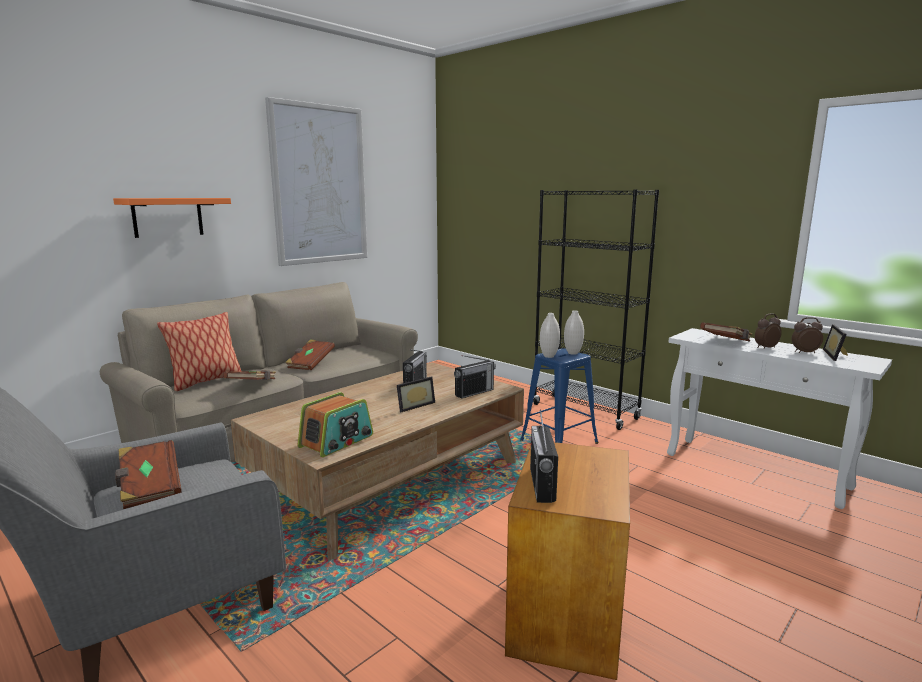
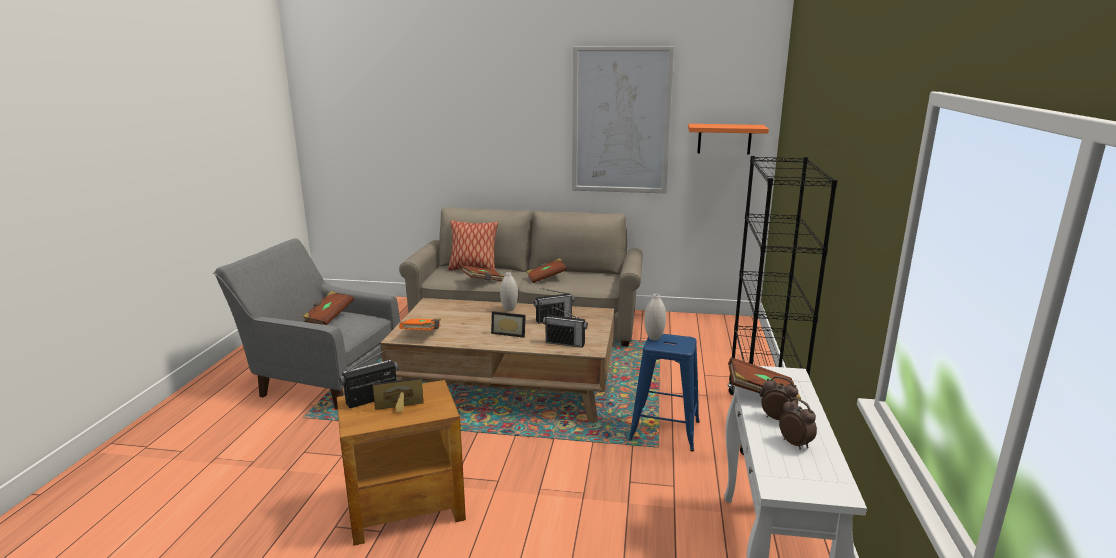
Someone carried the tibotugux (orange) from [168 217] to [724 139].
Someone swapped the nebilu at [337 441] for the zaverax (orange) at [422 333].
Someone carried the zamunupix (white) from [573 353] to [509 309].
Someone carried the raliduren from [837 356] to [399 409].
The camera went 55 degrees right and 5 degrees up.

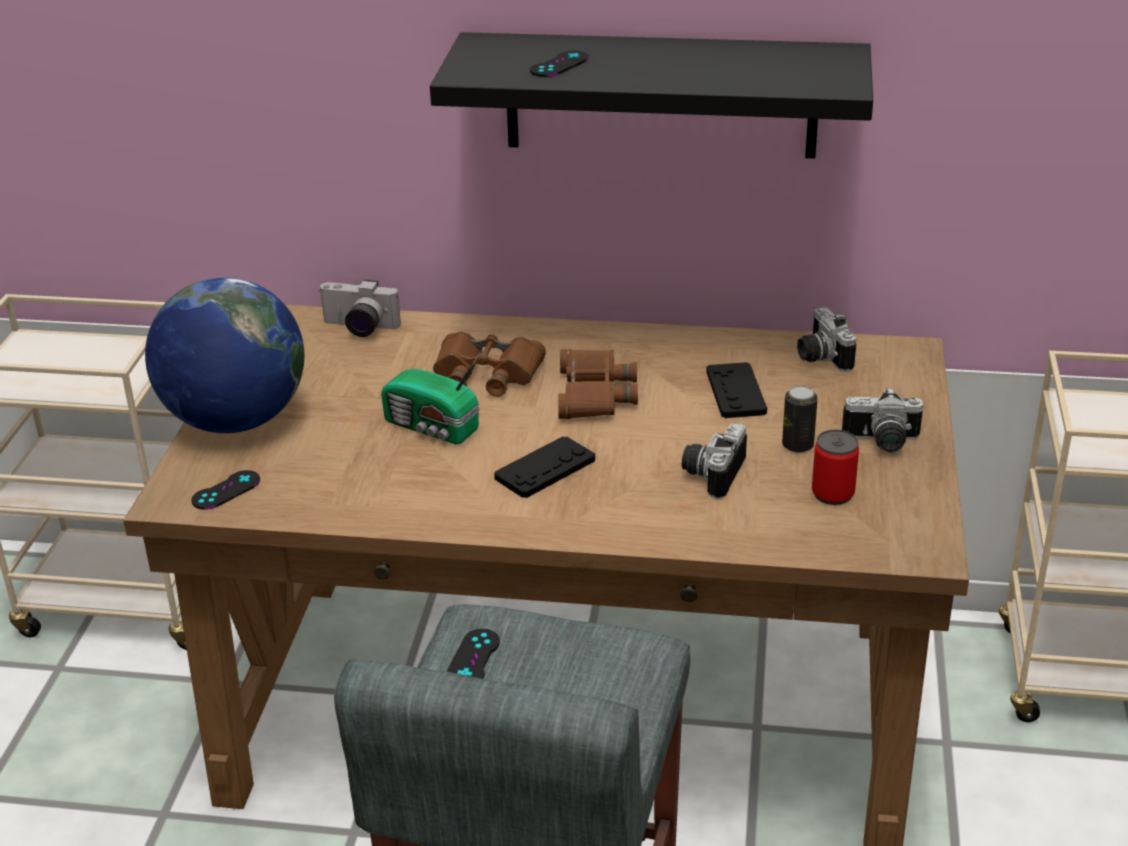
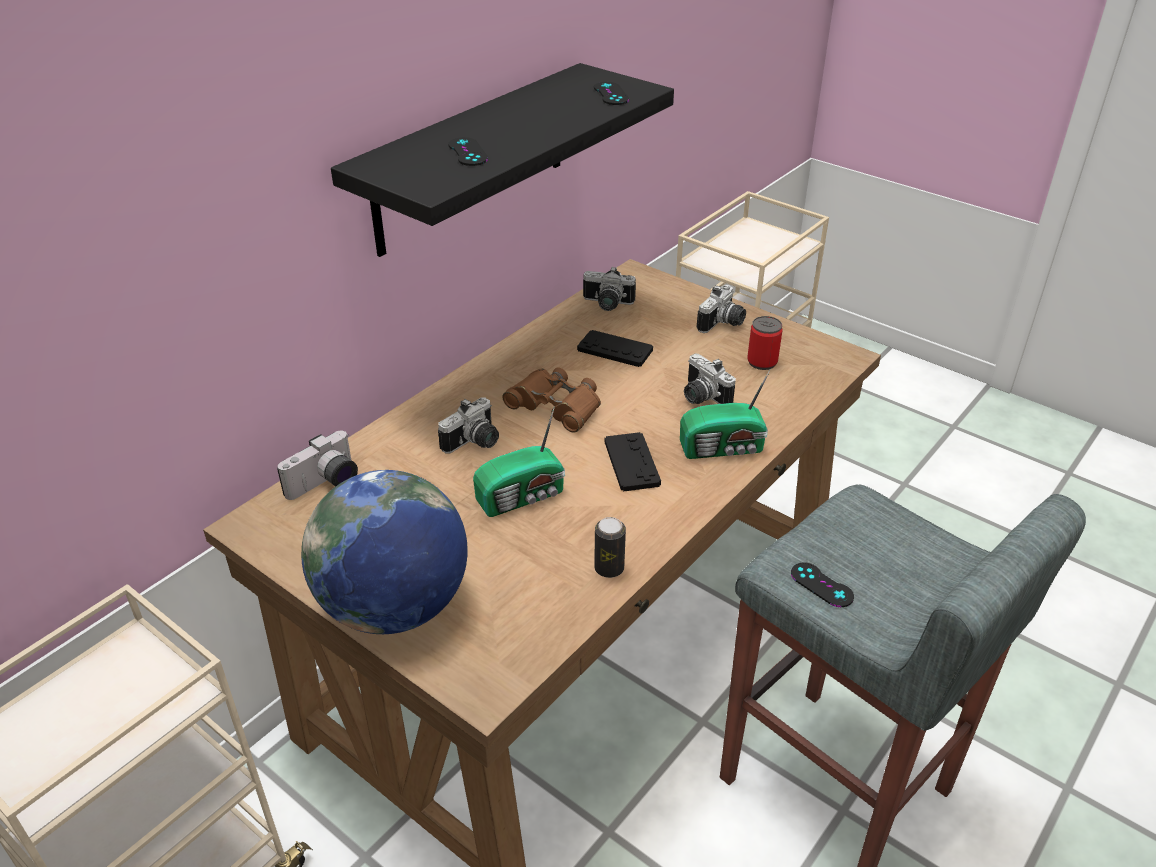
Someone carried the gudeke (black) from [226 490] to [611 94].
Someone swapped the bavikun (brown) at [487 373] for the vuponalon at [475 443].
Someone carried the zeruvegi from [797 445] to [609 568].
Someone put down the nebilu at [724 448].
The camera went 60 degrees left and 5 degrees up.

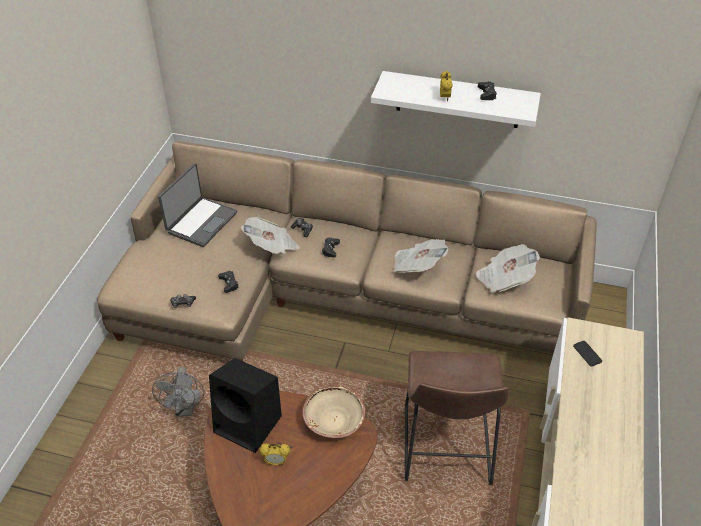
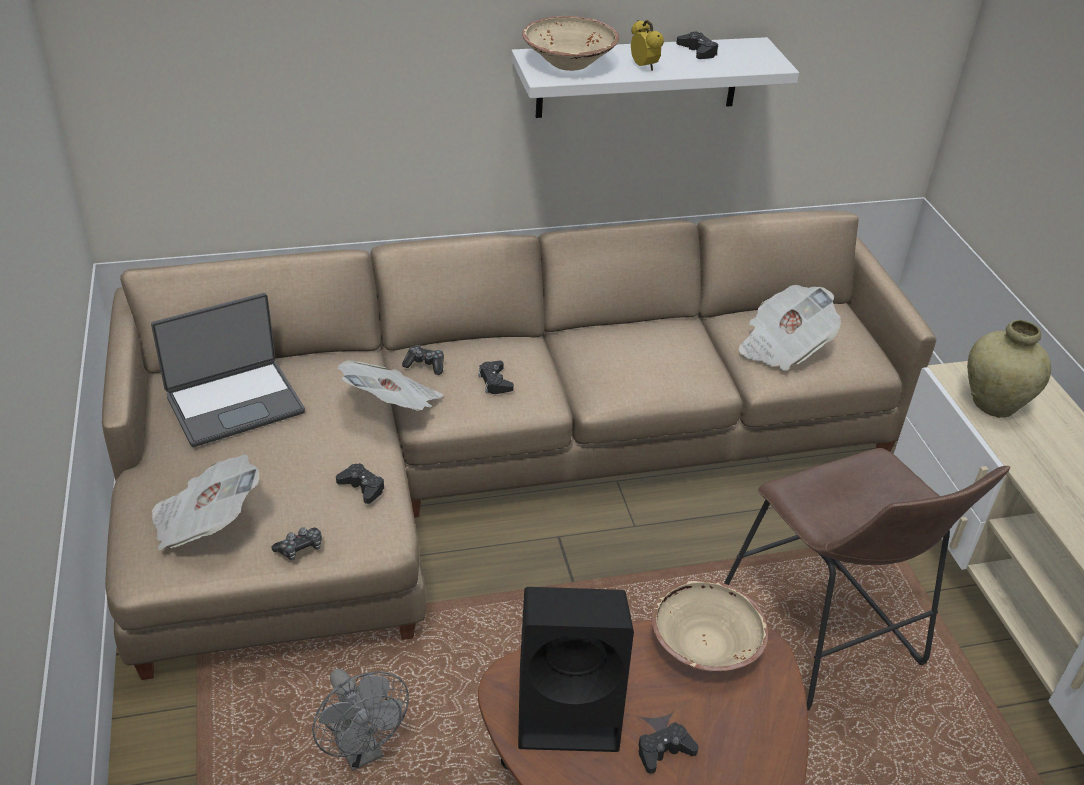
Someone rotated the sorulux at [201 222] by 60 degrees clockwise.
Someone swapped the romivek at [276 462] for the gudeke (black) at [664 751].
Someone carried the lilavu from [417 266] to [206 523].
Someone swapped the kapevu at [587 353] for the zamunupix (beige) at [993 405].
Someone put down the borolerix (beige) at [569 63].
The camera went 30 degrees left and 5 degrees down.

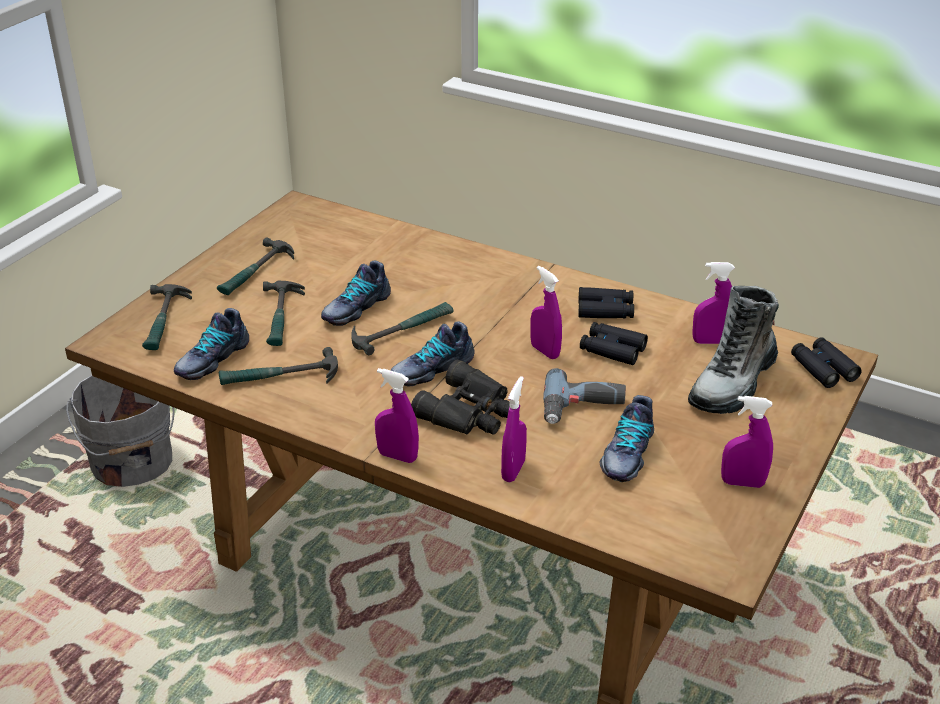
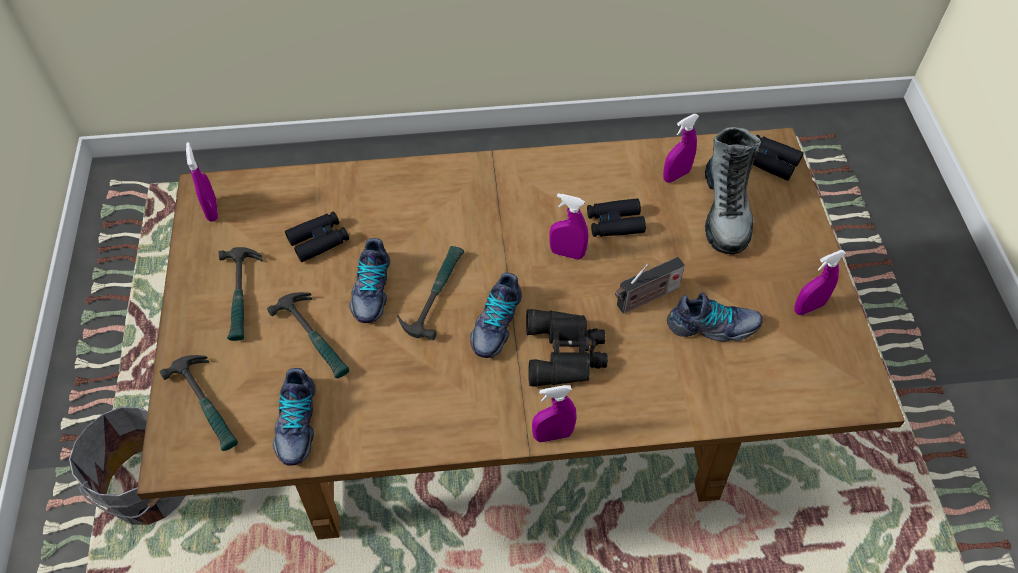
Someone took away the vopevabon at [280 377].
Someone carried the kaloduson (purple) from [513 471] to [212 210].
Someone swapped the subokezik at [583 408] for the nebilu at [645 298].
Someone carried the bavikun (black) from [605 310] to [319 240].
Someone rotated the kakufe at [626 454] by 75 degrees counterclockwise.
The camera went 35 degrees left and 20 degrees up.

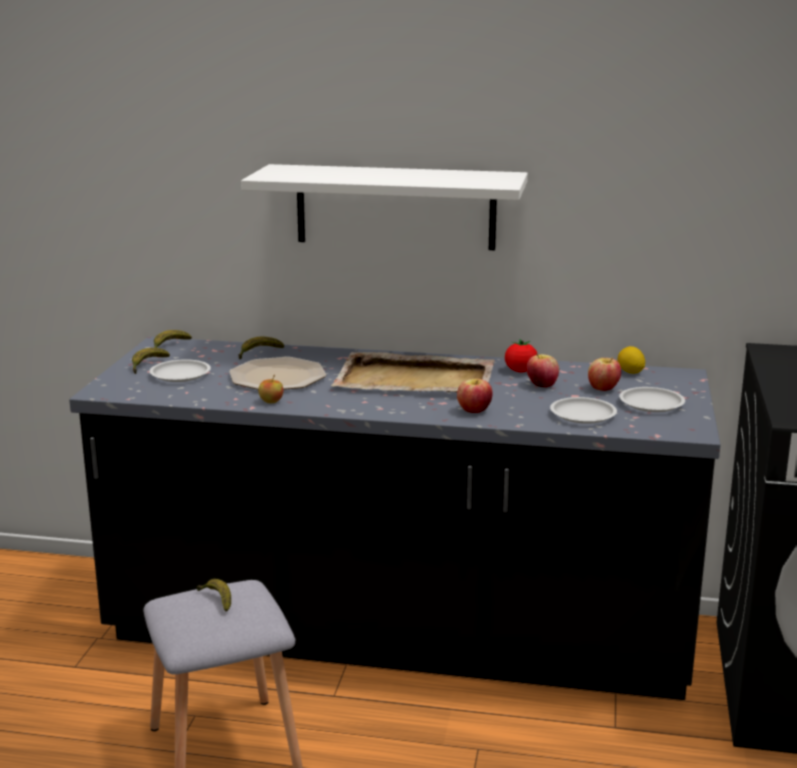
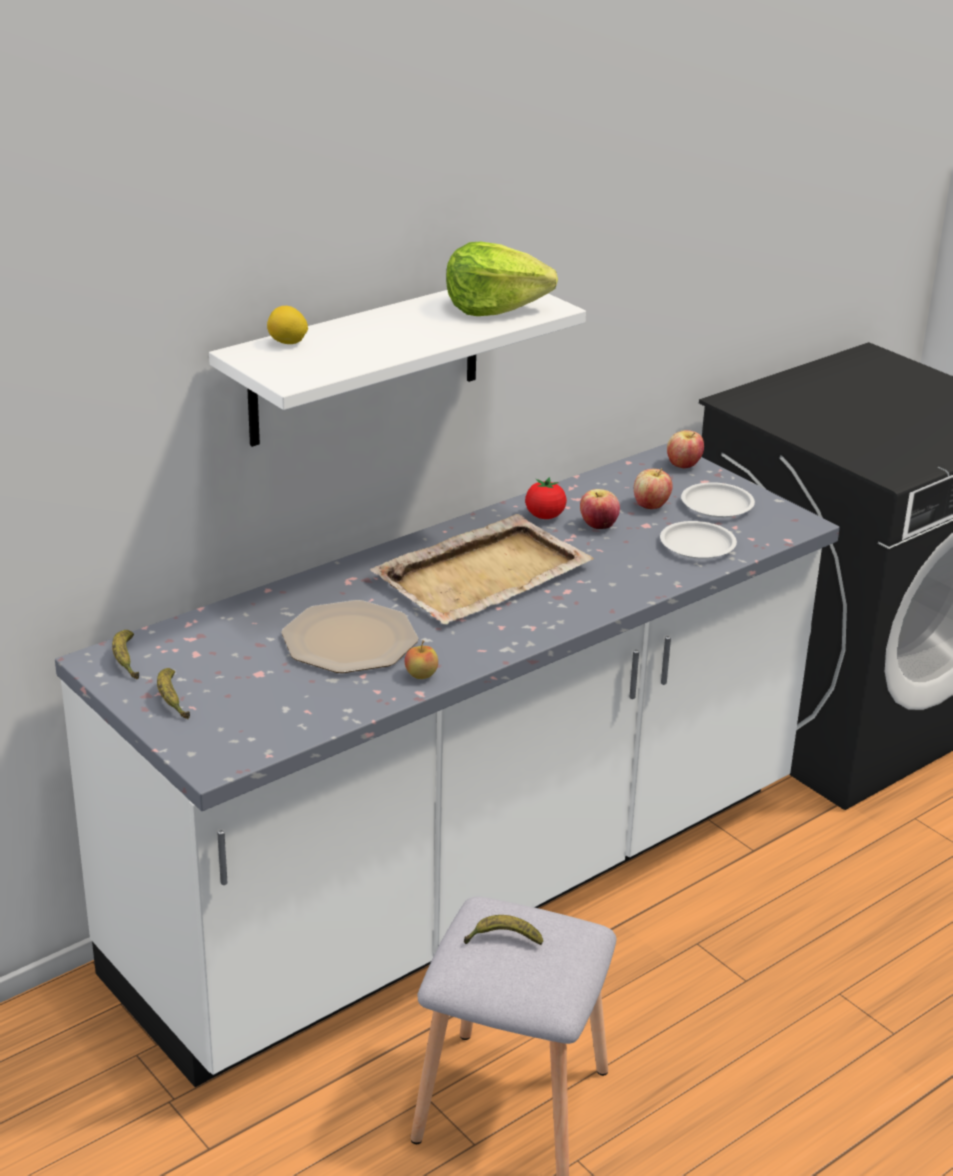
Someone repainted the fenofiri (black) at [398 639], which became the fenofiri (white) at [468 888].
Someone took away the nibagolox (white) at [181 374].
Someone took away the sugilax at [259 353].
Someone carried the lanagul from [474 411] to [683 465].
Someone carried the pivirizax from [630 372] to [287 343].
Someone put down the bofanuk at [494 308].
The camera went 50 degrees left and 10 degrees up.

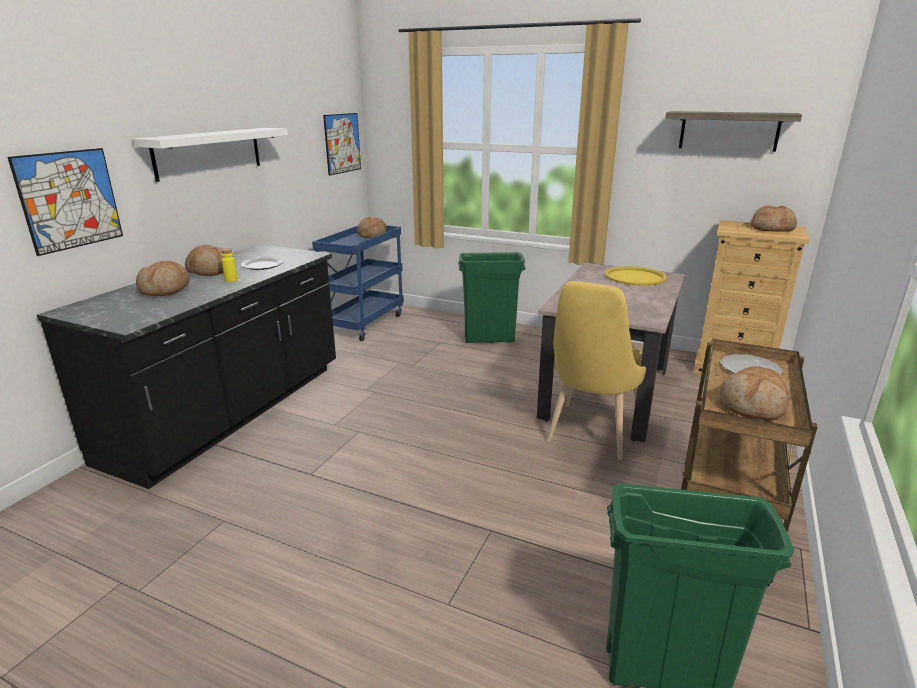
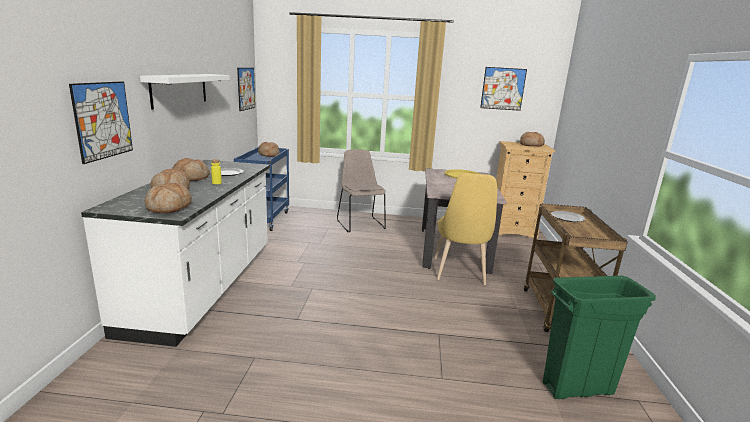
Someone repainted the fenofiri (black) at [231 413], which became the fenofiri (white) at [204 287].
Someone swapped the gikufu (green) at [489 339] for the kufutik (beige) at [360 224].
Someone swapped the tibotugux at [729 131] for the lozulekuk at [503 88].
Someone carried the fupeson from [753 406] to [169 207].
The camera went 20 degrees left and 5 degrees down.

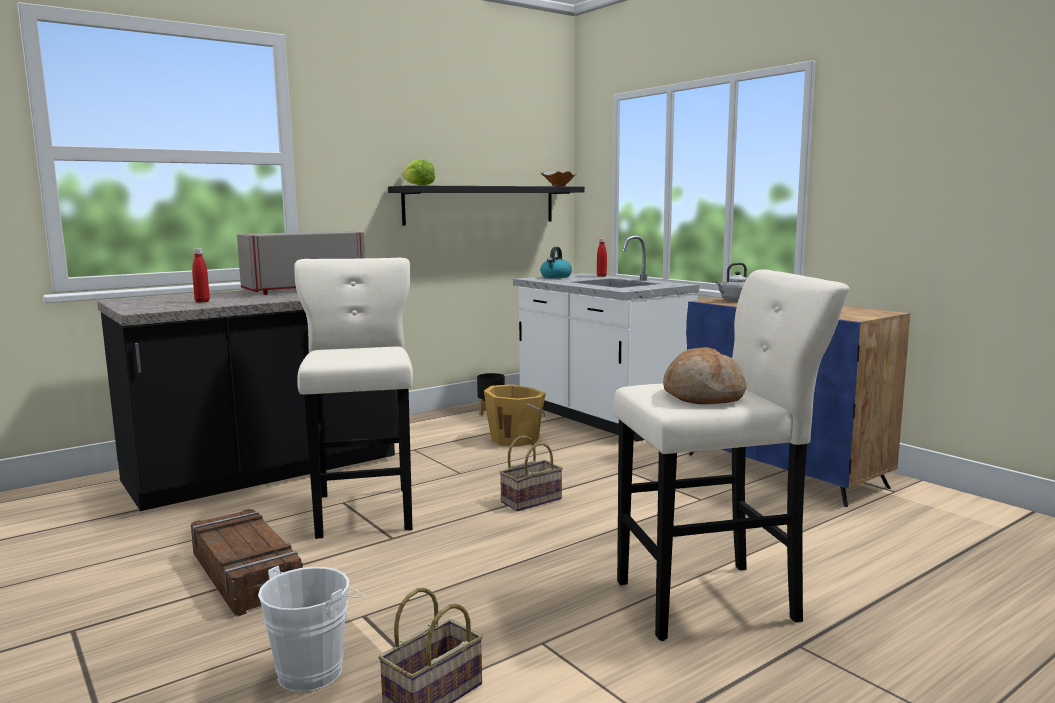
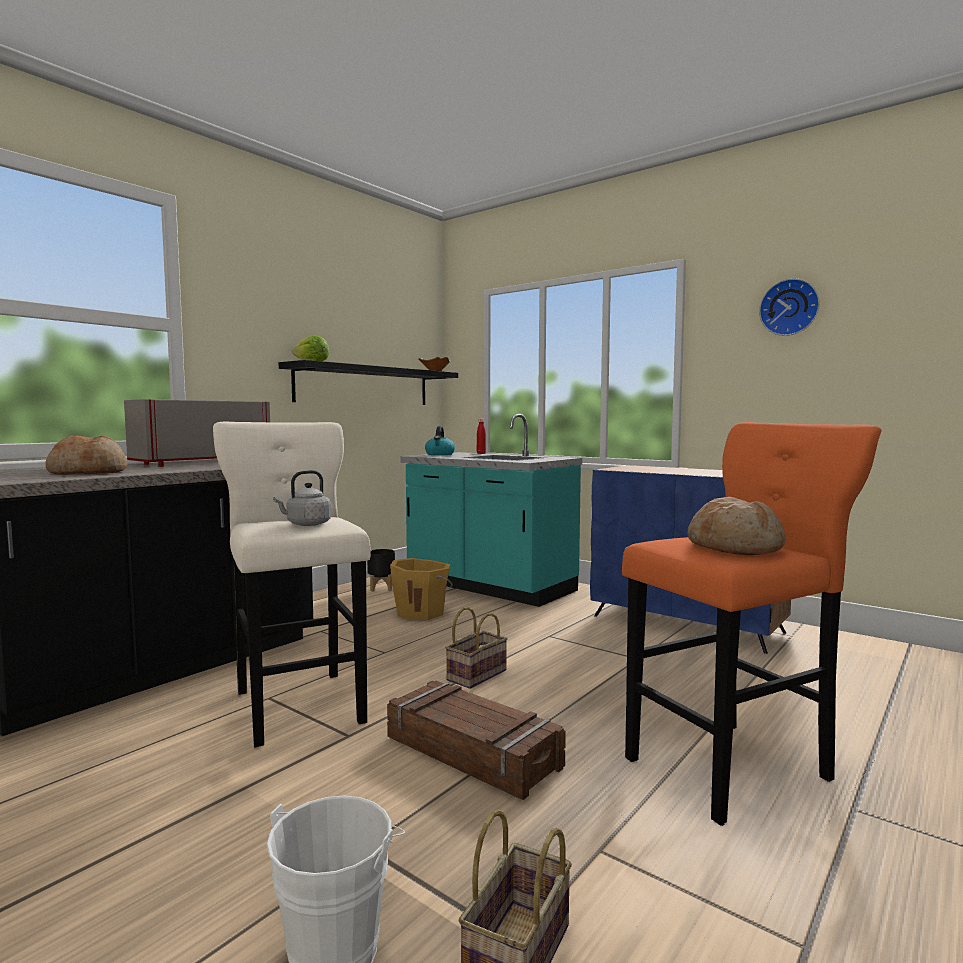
Someone carried the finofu from [247 573] to [473 751].
Someone swapped the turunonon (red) at [202 301] for the fupeson at [89 472].
Someone repainted the fenofiri (white) at [600 417], which became the fenofiri (turquoise) at [489 586].
Someone repainted the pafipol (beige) at [714 599], which became the pafipol (orange) at [734 766].
Someone carried the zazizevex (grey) from [734 301] to [306 524].
Someone put up the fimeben at [789 308].
The camera went 15 degrees left and 5 degrees down.

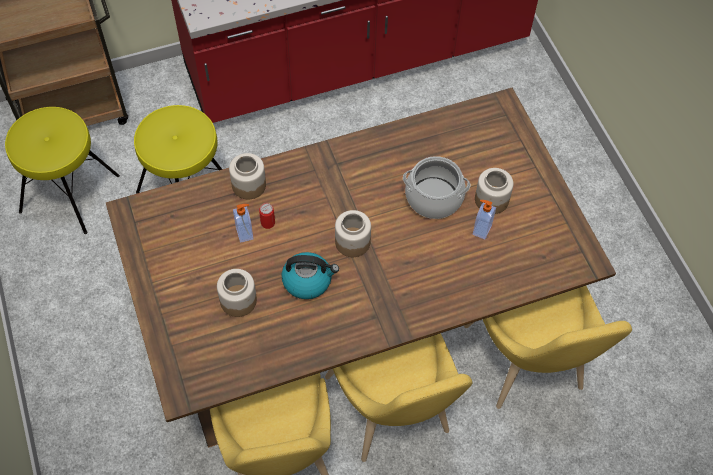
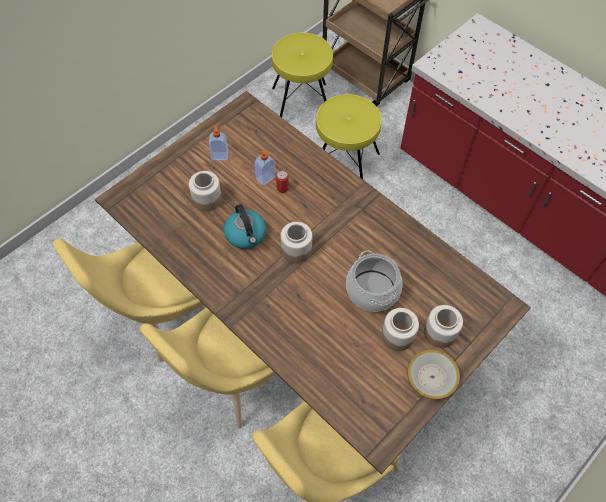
Someone carried the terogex from [248 185] to [440 332].
Someone carried the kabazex from [481 229] to [220 155].
Someone put down the borolerix at [432 377].
The camera went 65 degrees right and 0 degrees up.

